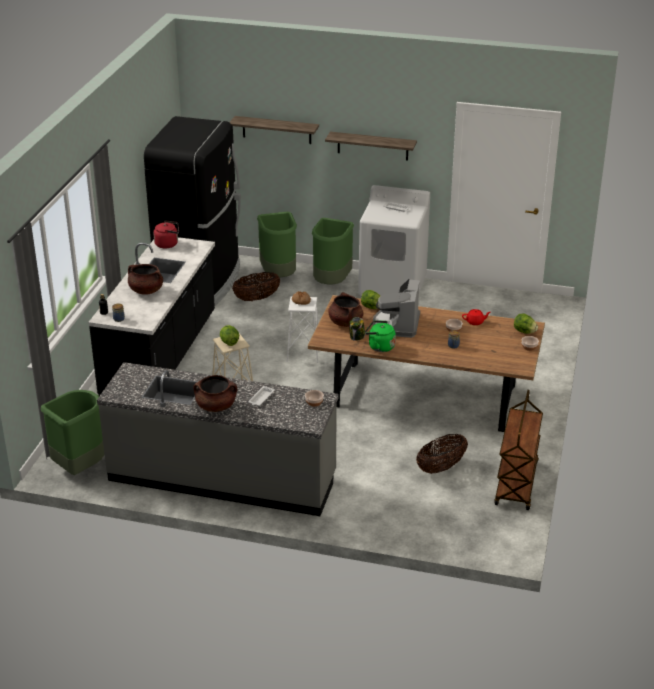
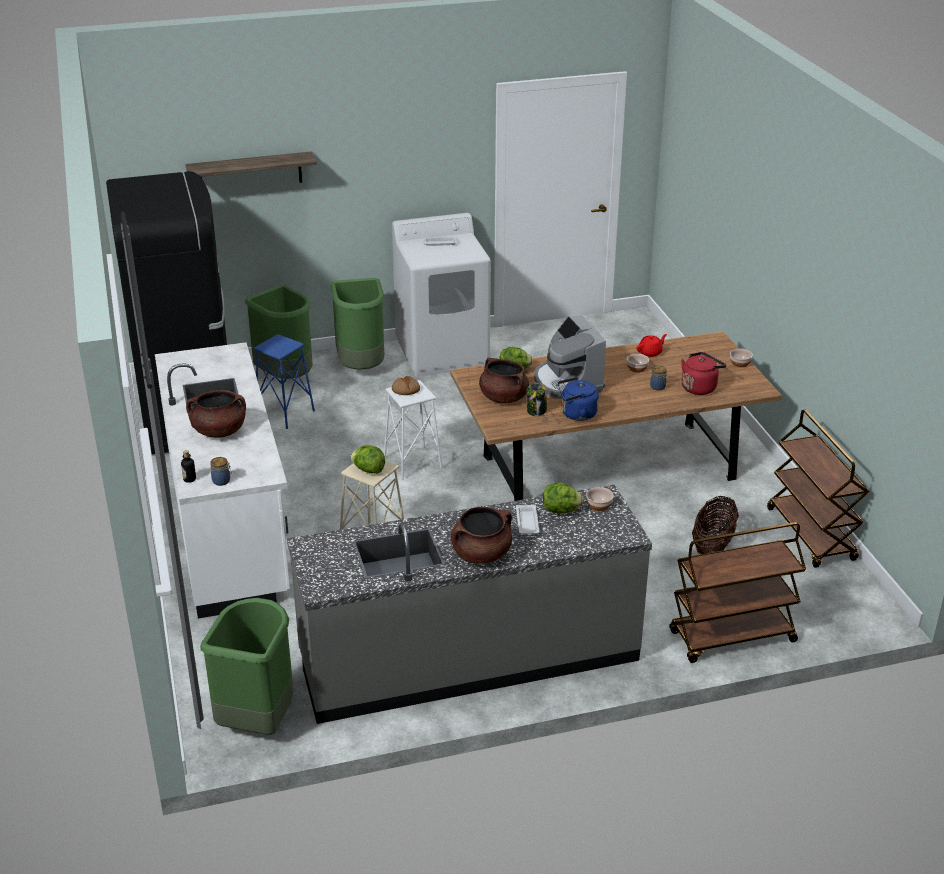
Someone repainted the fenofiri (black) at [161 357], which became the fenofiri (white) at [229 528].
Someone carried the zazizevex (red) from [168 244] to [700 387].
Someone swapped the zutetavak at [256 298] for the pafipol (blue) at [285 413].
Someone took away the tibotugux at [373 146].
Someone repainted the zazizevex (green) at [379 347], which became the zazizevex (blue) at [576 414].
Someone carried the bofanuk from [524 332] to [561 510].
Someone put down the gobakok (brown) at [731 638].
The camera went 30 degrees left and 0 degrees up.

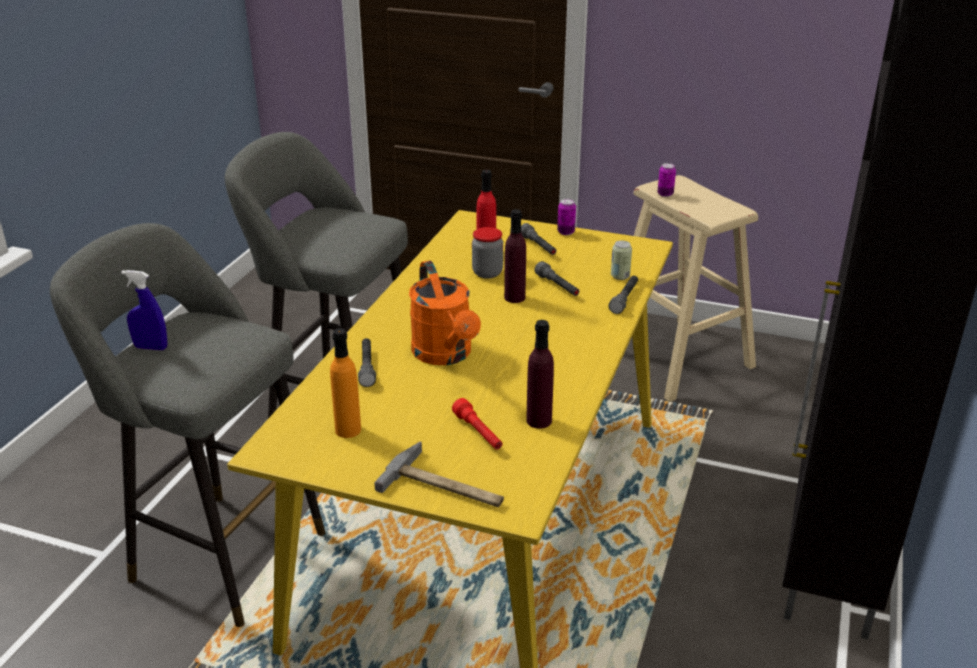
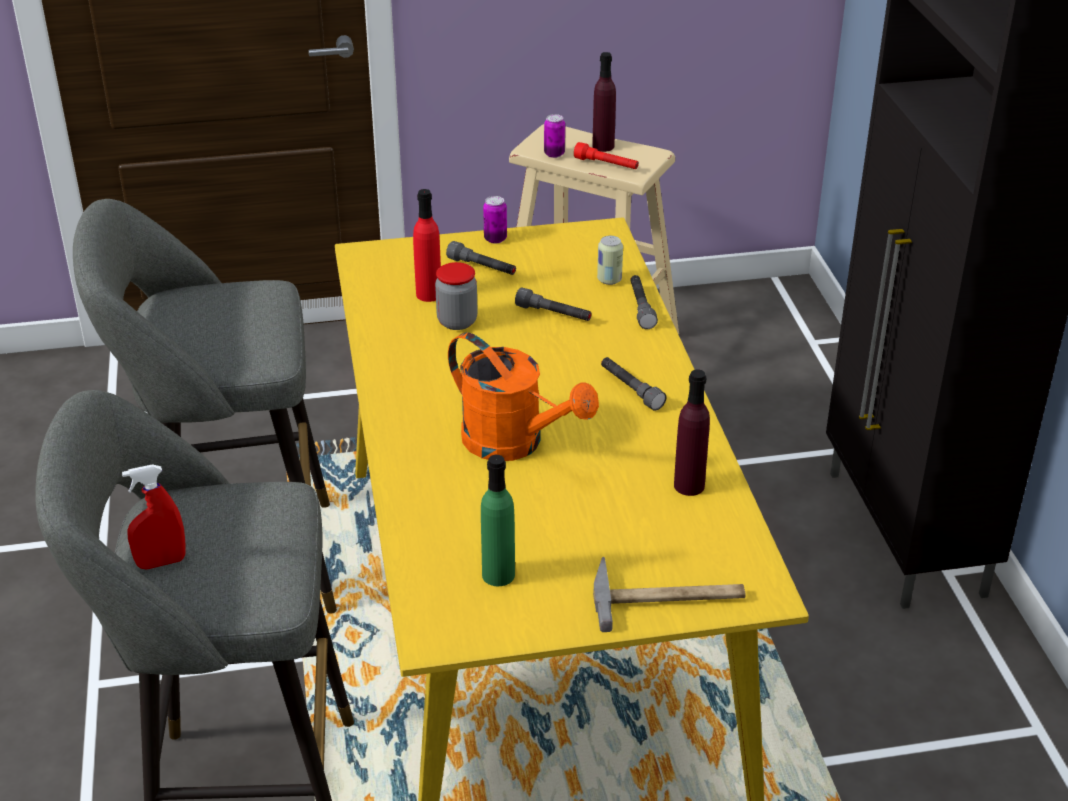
Someone repainted the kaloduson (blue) at [151 347], which became the kaloduson (red) at [161 562].
Someone repainted the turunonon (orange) at [348 430], which became the turunonon (green) at [498 575].
Someone carried the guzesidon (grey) from [367 367] to [631 389].
Someone carried the guzesidon (red) from [478 433] to [606 165].
Someone carried the turunonon (purple) from [514 297] to [603 146].
The camera went 30 degrees left and 5 degrees up.

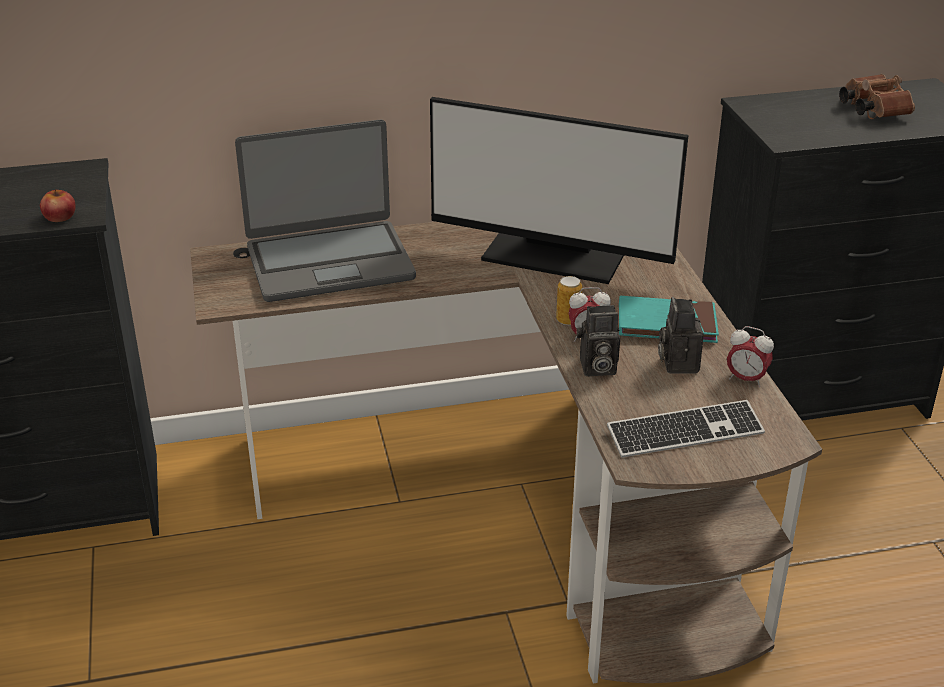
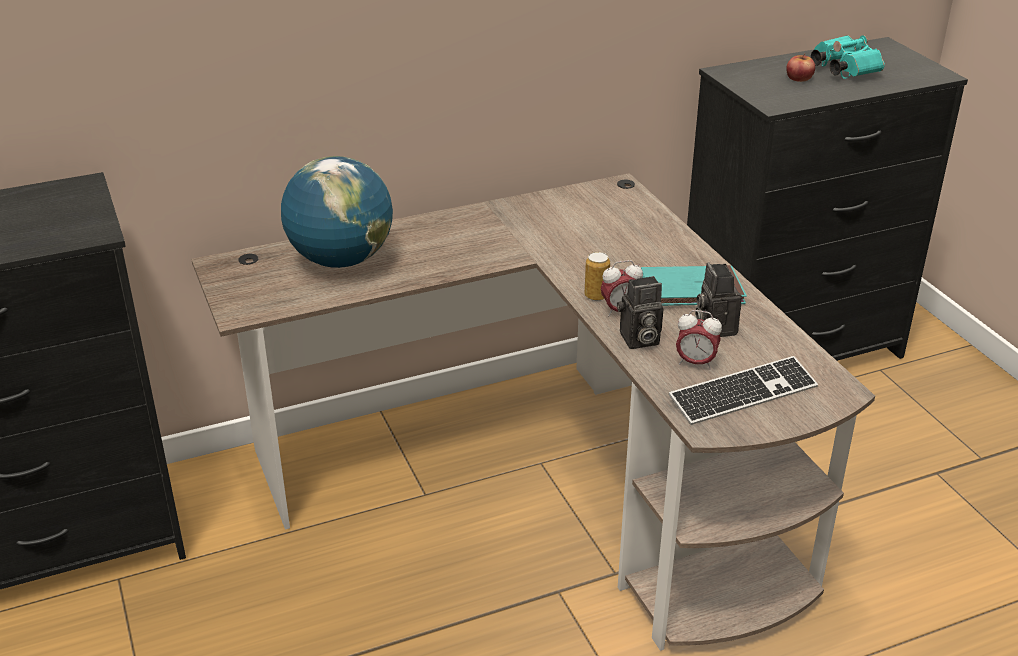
Someone carried the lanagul from [60 217] to [799 78].
Someone swapped the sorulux at [329 262] for the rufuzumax at [341 260].
Someone took away the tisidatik at [554 255].
Someone carried the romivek from [746 379] to [695 363].
Someone repainted the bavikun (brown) at [872 109], which became the bavikun (turquoise) at [842 70].
The camera went 10 degrees left and 0 degrees up.

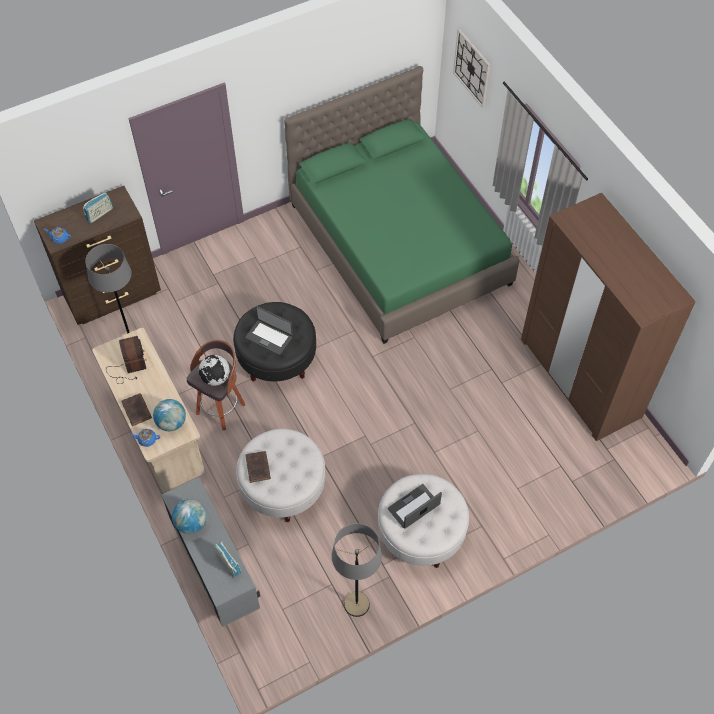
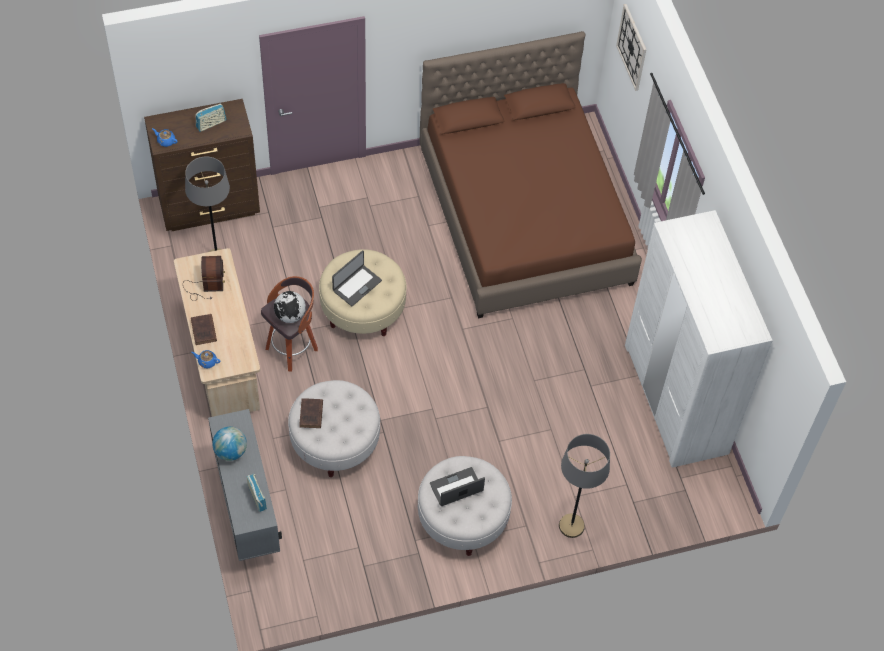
Someone took away the rufuzumax at [171 423].
Someone repainted the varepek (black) at [277 357], which became the varepek (beige) at [363 308].
Someone rotated the sorulux at [269 337] by 90 degrees counterclockwise.
Someone repainted the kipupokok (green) at [399 244], which became the kipupokok (brown) at [525 215].
Someone carried the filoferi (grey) from [356 604] to [571 526].
Someone repainted the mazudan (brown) at [580 377], which became the mazudan (white) at [675 398].
The camera went 10 degrees right and 0 degrees up.

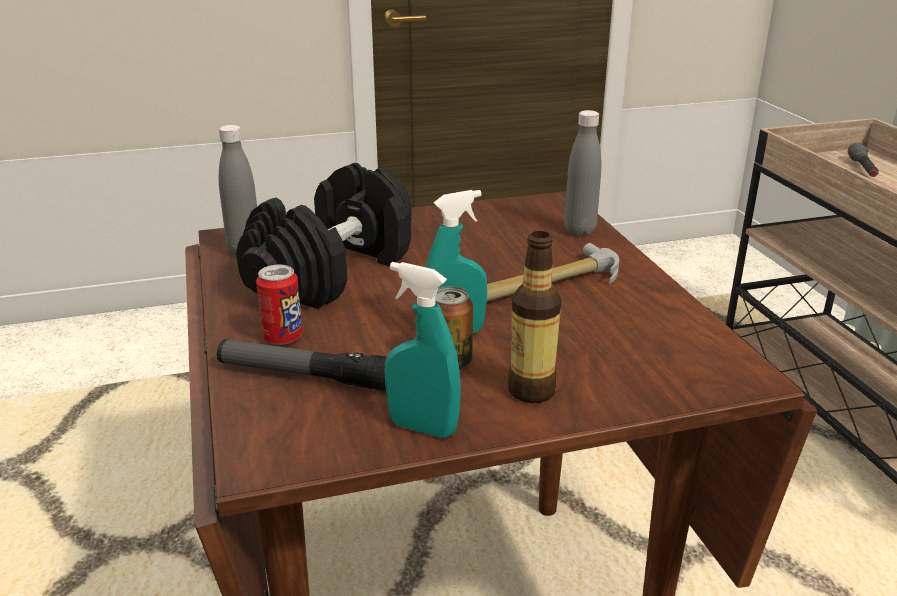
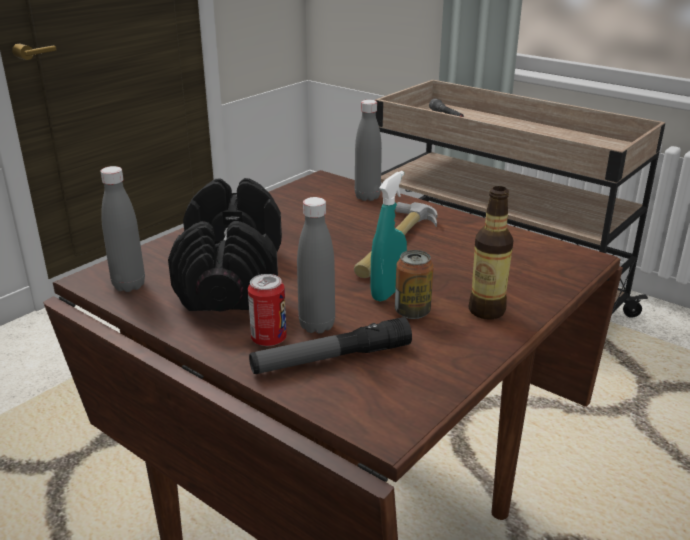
Someone took away the kaloduson (turquoise) at [422 428].
Someone put down the turunonon (grey) at [317 325].
The camera went 35 degrees left and 0 degrees up.

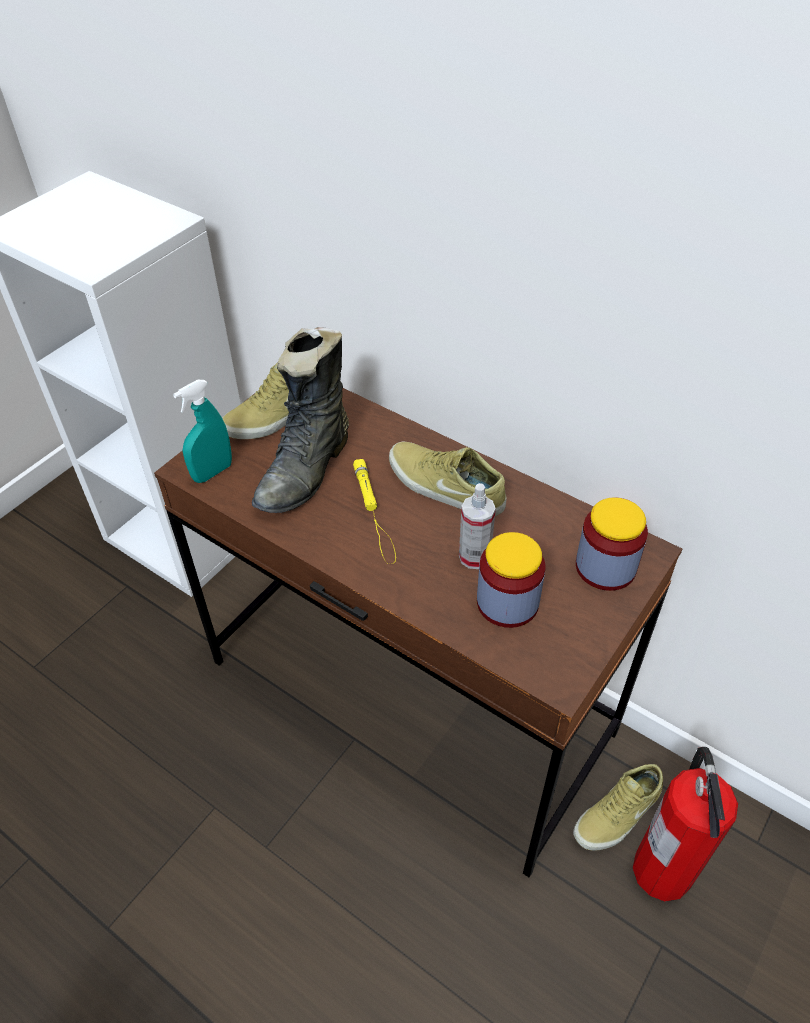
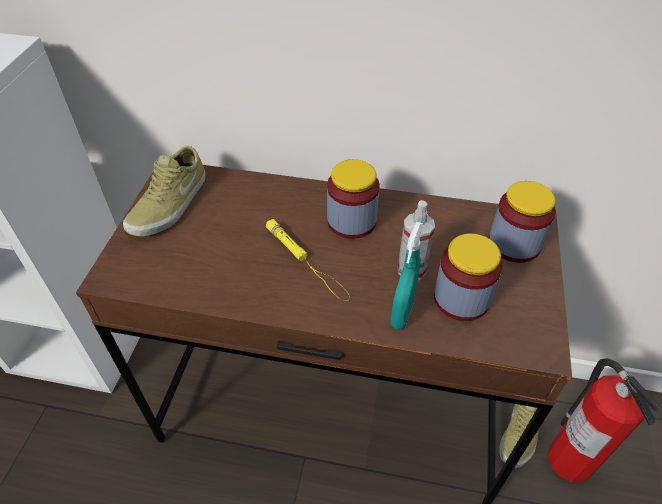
Someone carried the kaloduson (turquoise) from [212 472] to [402 313].
Someone took away the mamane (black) at [307 470].
Someone swapped the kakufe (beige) at [444 487] for the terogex at [351 221].
The camera went 25 degrees left and 0 degrees up.

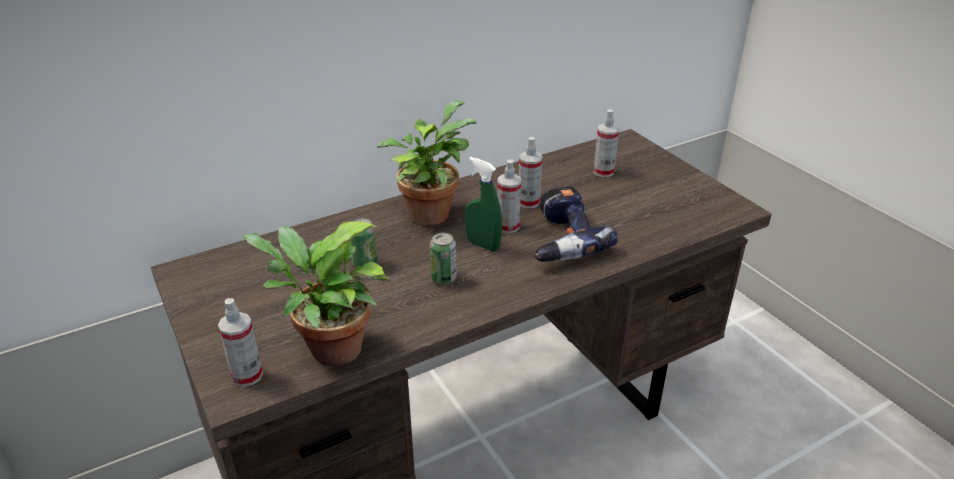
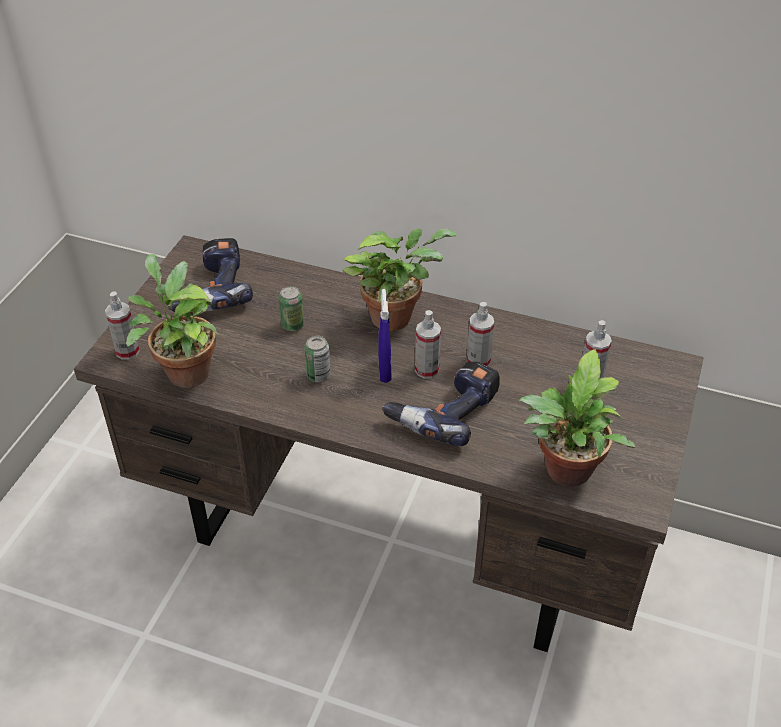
Someone repainted the kaloduson (green) at [483 245], which became the kaloduson (blue) at [384 371].
Someone put down the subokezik at [211 289].
Someone put down the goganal at [566 474].
The camera went 50 degrees right and 10 degrees up.

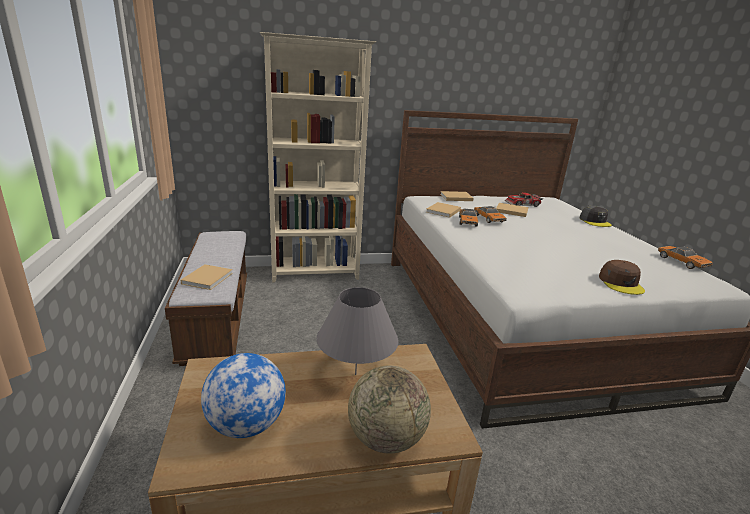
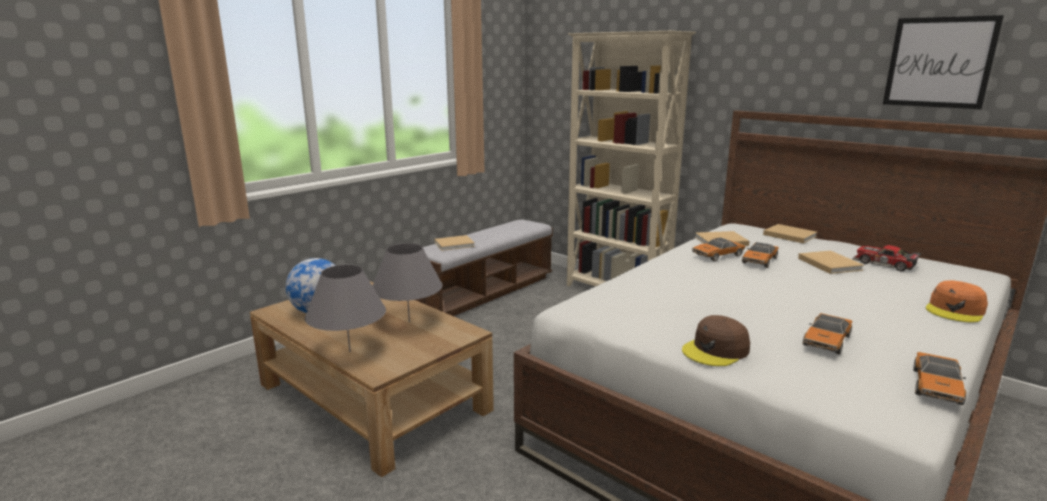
Someone swapped the rufuzumax at [386 438] for the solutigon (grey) at [350 351].
Someone repainted the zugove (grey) at [595 221], which became the zugove (orange) at [955 310].
Someone put down the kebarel at [826 341].
Someone put up the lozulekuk at [939 62].
The camera went 55 degrees right and 5 degrees down.

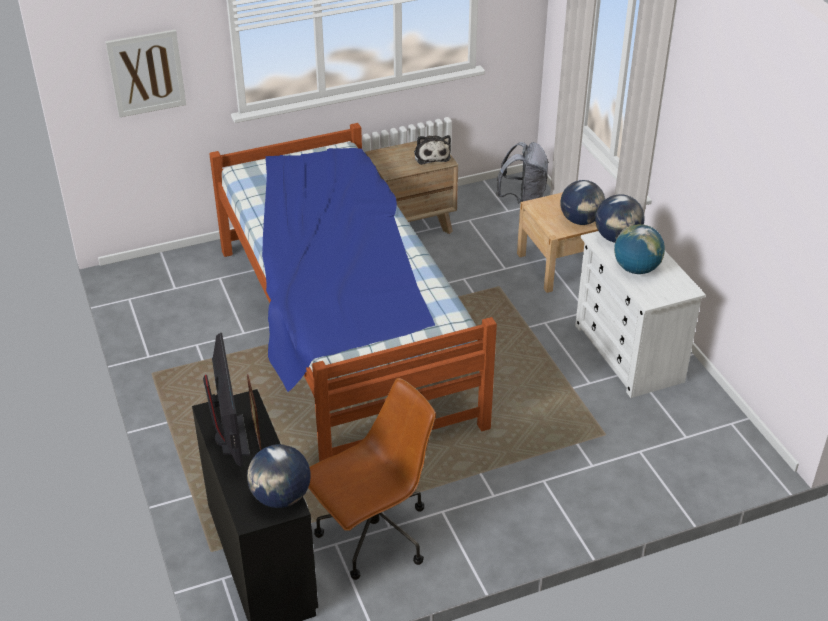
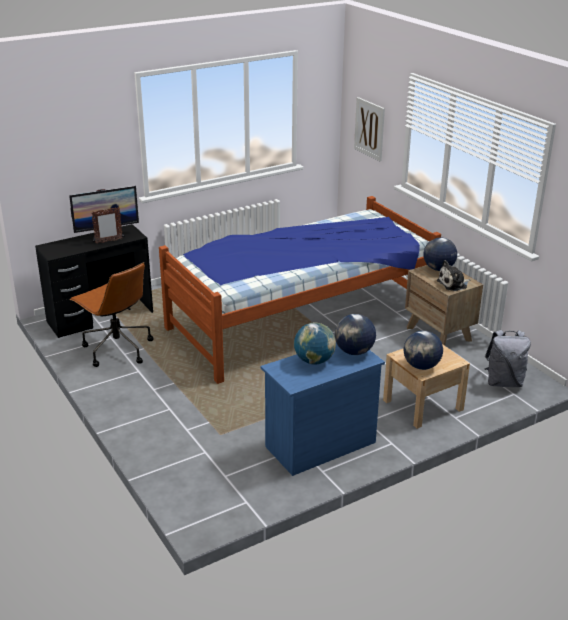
Someone carried the rufuzumax from [280 497] to [438 269].
Someone repainted the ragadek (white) at [628 353], which became the ragadek (blue) at [320 444].
The camera went 80 degrees right and 10 degrees down.

